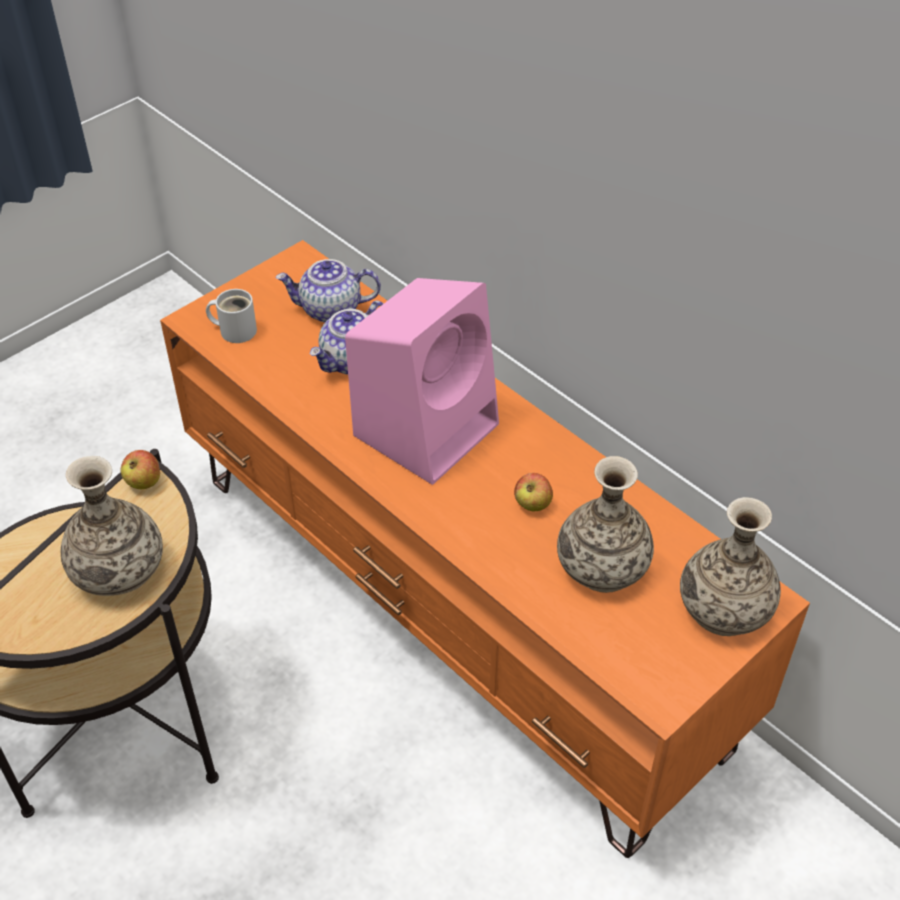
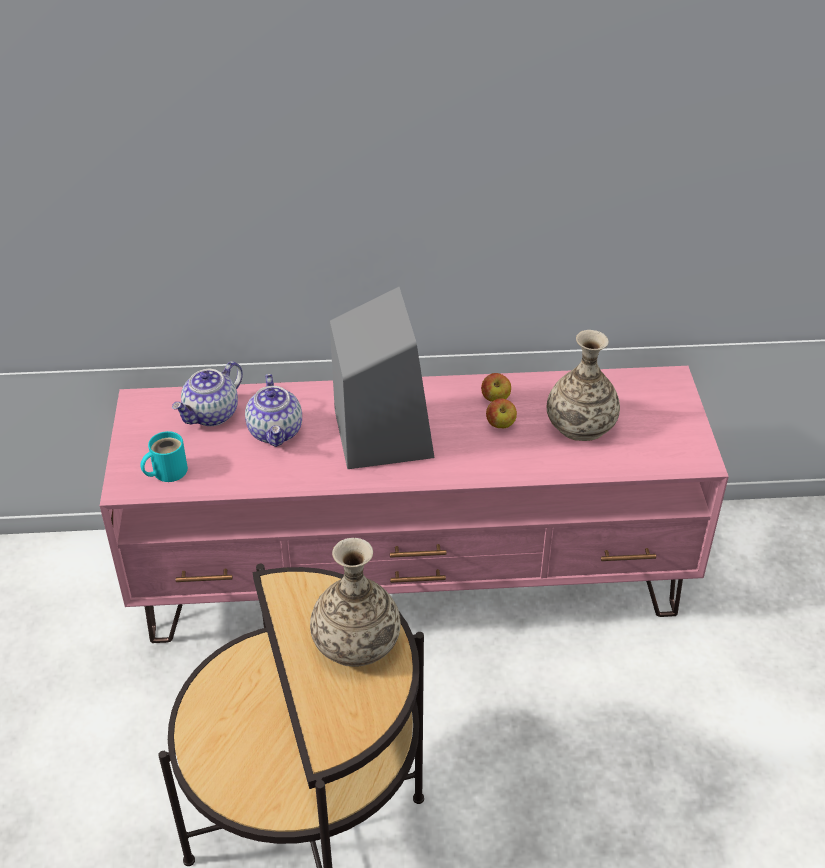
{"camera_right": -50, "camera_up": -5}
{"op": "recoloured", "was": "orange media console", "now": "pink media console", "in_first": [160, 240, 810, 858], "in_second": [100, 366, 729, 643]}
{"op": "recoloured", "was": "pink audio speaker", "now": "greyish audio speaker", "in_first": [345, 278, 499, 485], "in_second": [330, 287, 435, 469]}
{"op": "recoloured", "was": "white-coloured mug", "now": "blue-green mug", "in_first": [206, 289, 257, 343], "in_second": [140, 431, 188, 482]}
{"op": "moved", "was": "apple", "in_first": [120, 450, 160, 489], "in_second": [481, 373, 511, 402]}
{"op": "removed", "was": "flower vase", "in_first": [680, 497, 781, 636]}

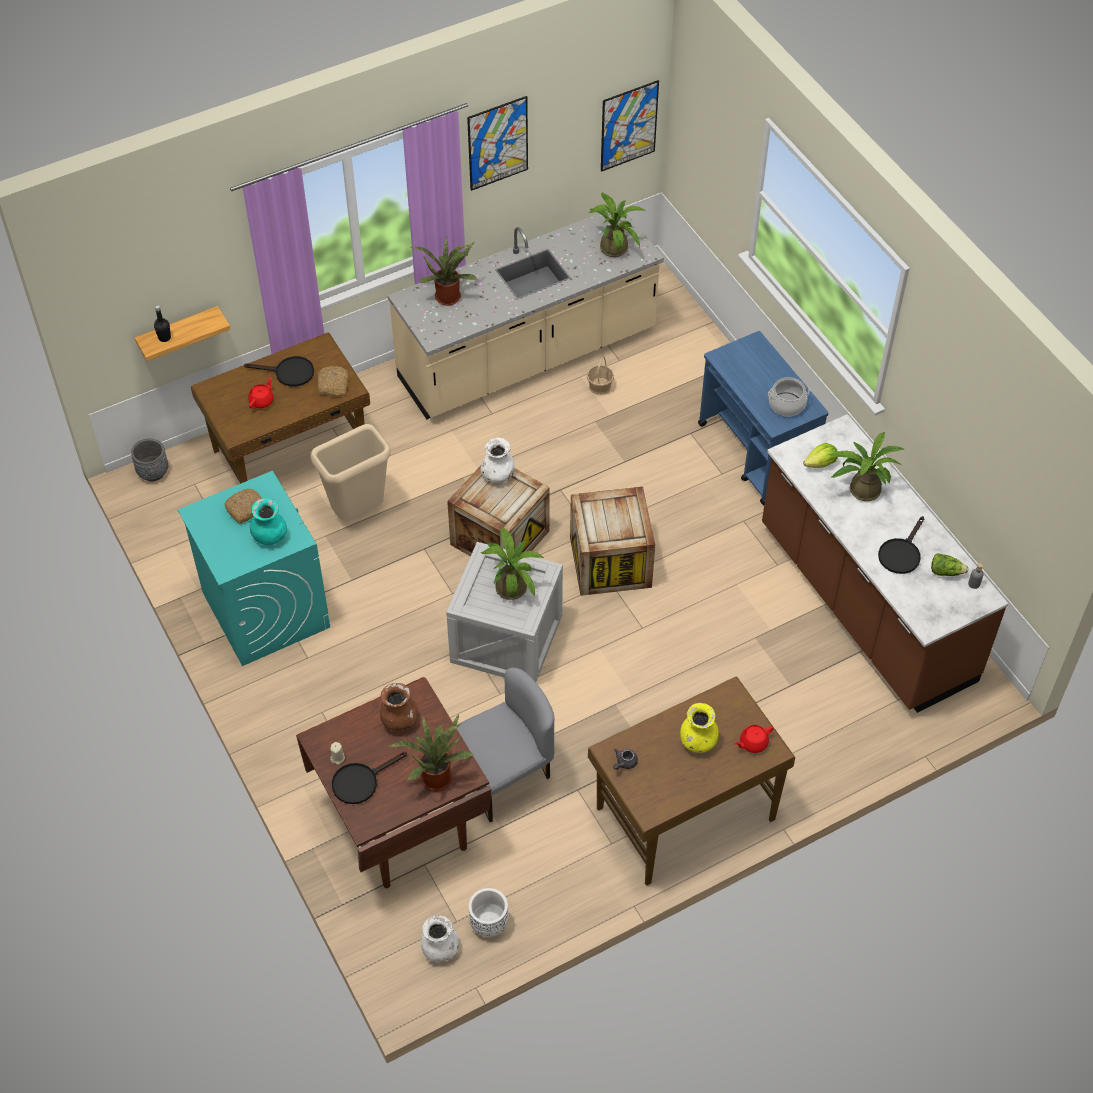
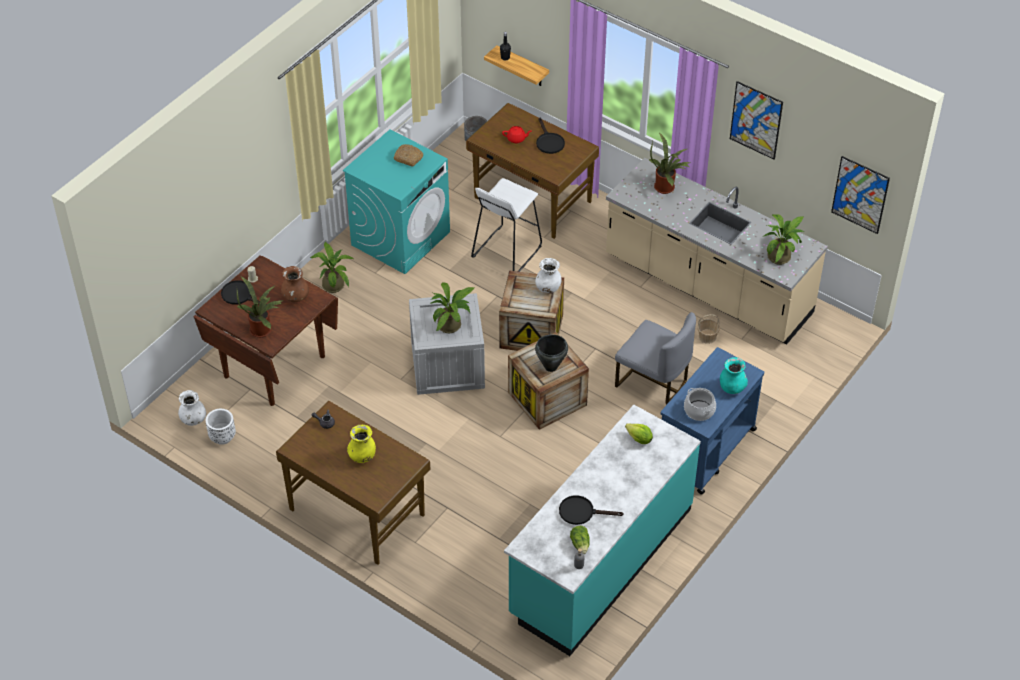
{"camera_right": 65, "camera_up": -5}
{"op": "removed", "was": "bread", "in_first": [318, 366, 348, 396]}
{"op": "recoloured", "was": "brown-coloured kitchen counter", "now": "blue-green kitchen counter", "in_first": [762, 414, 1008, 713], "in_second": [504, 405, 701, 656]}
{"op": "replaced", "was": "beige-coloured rubbish bin", "now": "white-coloured stool", "in_first": [311, 424, 391, 520], "in_second": [471, 178, 542, 272]}
{"op": "moved", "was": "houseplant", "in_first": [829, 432, 904, 501], "in_second": [310, 242, 354, 293]}
{"op": "moved", "was": "blue-green flower vase", "in_first": [250, 498, 287, 545], "in_second": [720, 357, 748, 394]}
{"op": "moved", "was": "greyish upright chair", "in_first": [457, 668, 555, 822], "in_second": [615, 312, 696, 404]}
{"op": "removed", "was": "red tea pot", "in_first": [735, 725, 774, 753]}
{"op": "added", "now": "black-coloured saucepot", "in_second": [535, 334, 568, 372]}

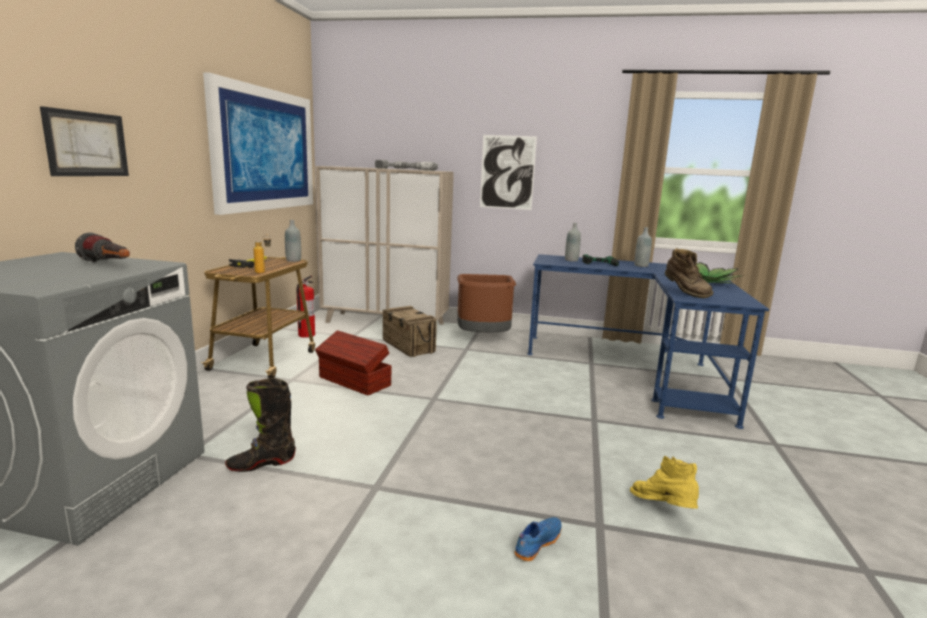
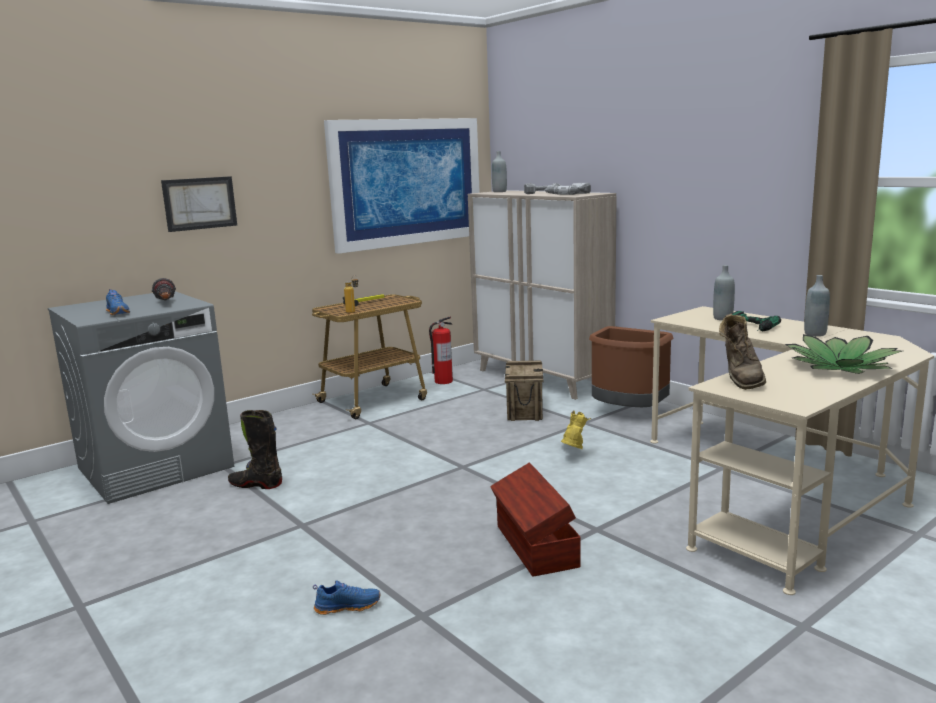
{"camera_right": 40, "camera_up": 0}
{"op": "removed", "was": "picture", "in_first": [480, 135, 537, 210]}
{"op": "moved", "was": "greyish beverage bottle", "in_first": [285, 220, 301, 262], "in_second": [492, 151, 507, 192]}
{"op": "recoloured", "was": "blue-coloured desk table", "now": "beige-coloured desk table", "in_first": [527, 254, 769, 429], "in_second": [650, 306, 934, 595]}
{"op": "moved", "was": "brown-coloured storage container", "in_first": [315, 330, 391, 396], "in_second": [490, 462, 581, 577]}
{"op": "moved", "was": "yellow boot", "in_first": [630, 456, 699, 508], "in_second": [561, 411, 591, 449]}
{"op": "added", "now": "blue-coloured low shoe", "in_second": [106, 289, 130, 315]}

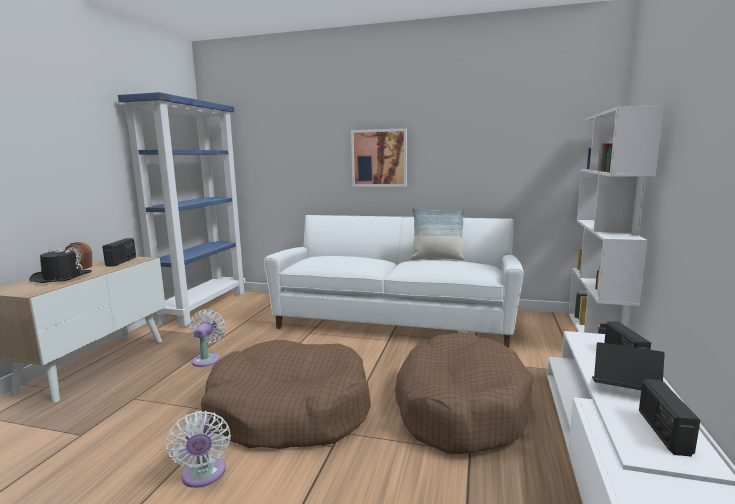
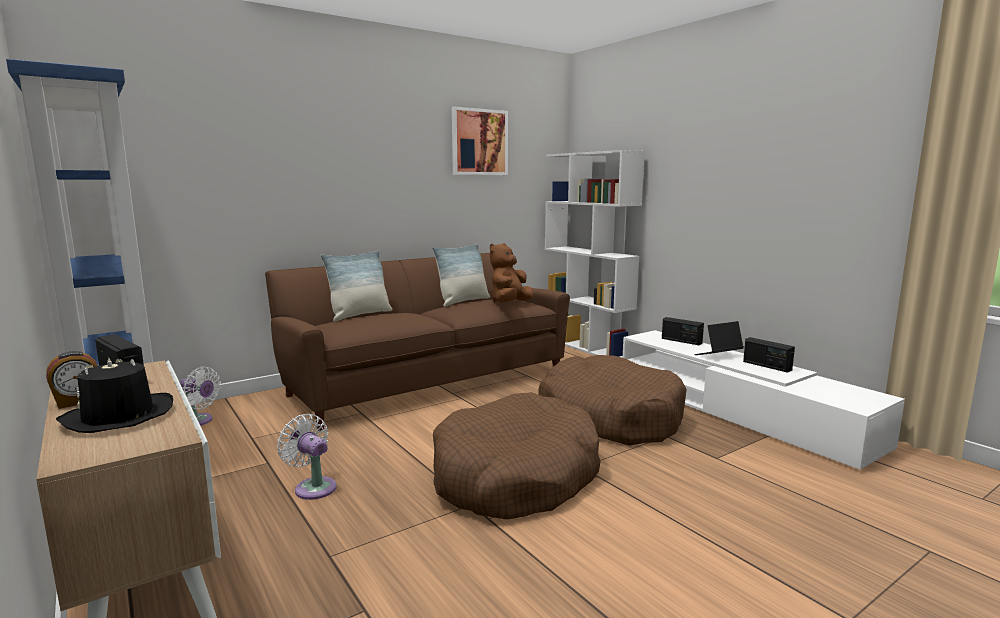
{"camera_right": -50, "camera_up": 0}
{"op": "moved", "was": "picture", "in_first": [351, 128, 407, 187], "in_second": [452, 107, 508, 175]}
{"op": "recoloured", "was": "white-coloured sofa", "now": "brown-coloured sofa", "in_first": [264, 215, 524, 348], "in_second": [265, 253, 570, 431]}
{"op": "moved", "was": "white-coloured fan", "in_first": [165, 411, 231, 488], "in_second": [179, 366, 221, 426]}
{"op": "added", "now": "brown-coloured plush toy", "in_second": [490, 243, 533, 302]}
{"op": "added", "now": "throw pillow", "in_second": [321, 250, 392, 322]}

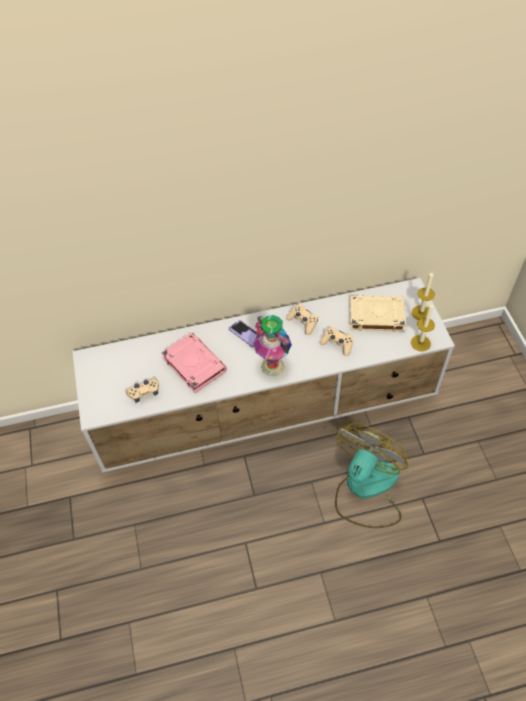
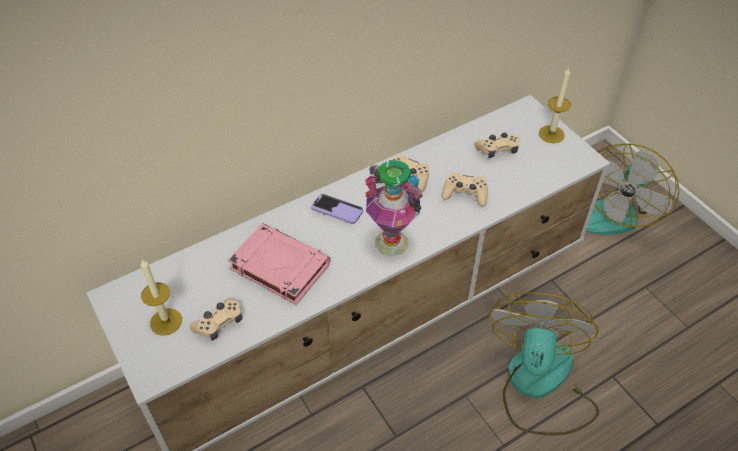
{"camera_right": -20, "camera_up": -5}
{"op": "replaced", "was": "beige-coloured book", "now": "beige-coloured game controller", "in_first": [350, 295, 406, 332], "in_second": [475, 132, 520, 158]}
{"op": "moved", "was": "wax candle", "in_first": [411, 303, 435, 351], "in_second": [141, 259, 182, 336]}
{"op": "added", "now": "fan", "in_second": [586, 143, 679, 235]}

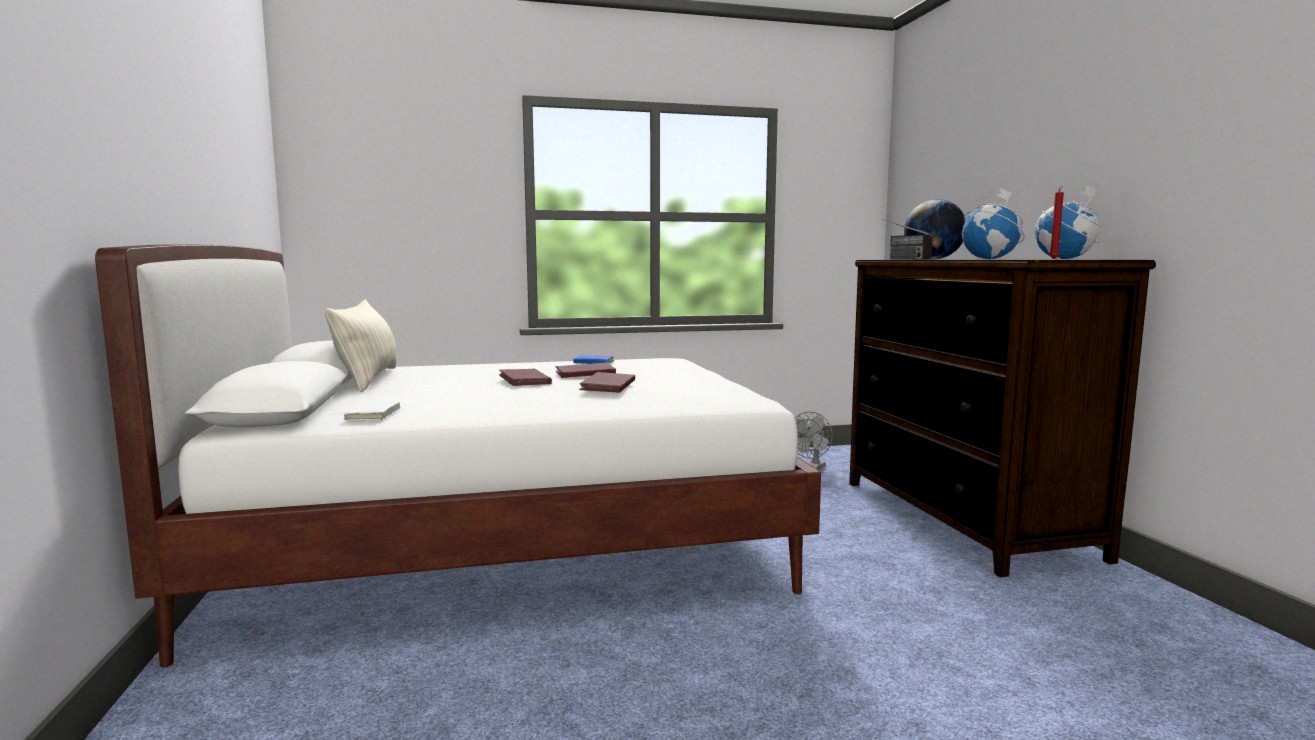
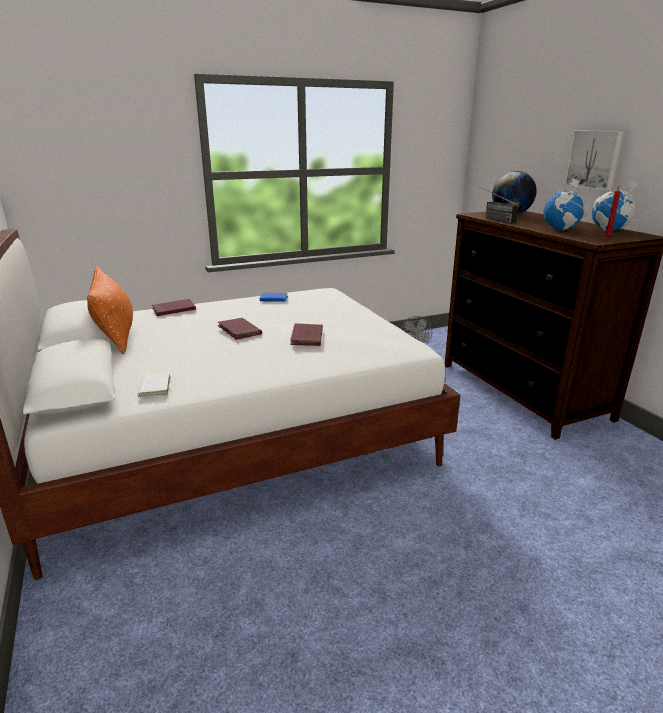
{"camera_right": -10, "camera_up": 15}
{"op": "recoloured", "was": "beige-coloured throw pillow", "now": "orange throw pillow", "in_first": [325, 300, 397, 392], "in_second": [87, 266, 133, 354]}
{"op": "moved", "was": "red book", "in_first": [555, 363, 616, 378], "in_second": [152, 299, 196, 316]}
{"op": "added", "now": "picture", "in_second": [564, 130, 624, 191]}

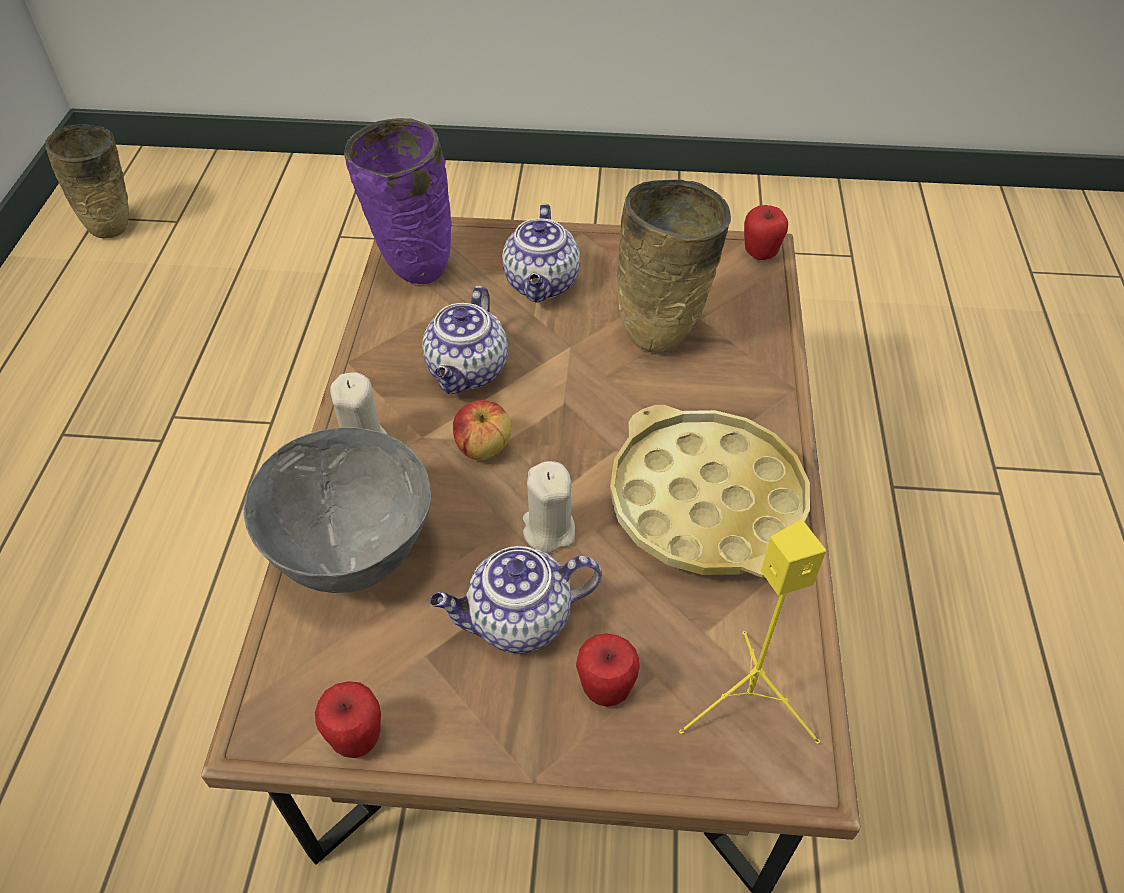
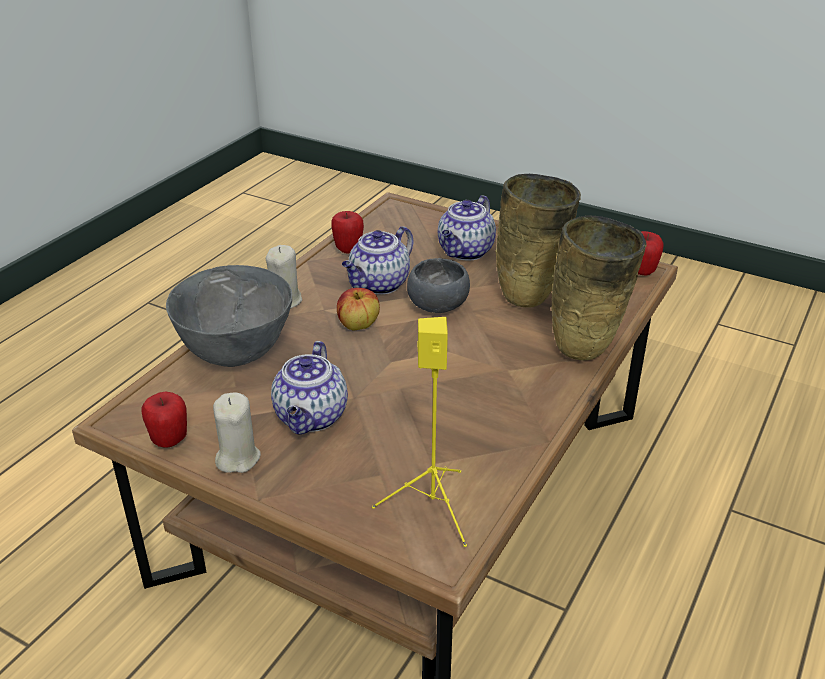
{"camera_right": 25, "camera_up": -15}
{"op": "removed", "was": "purple-coloured flower vase", "in_first": [344, 118, 451, 284]}
{"op": "moved", "was": "beige-coloured flower vase", "in_first": [45, 124, 129, 238], "in_second": [552, 215, 647, 361]}
{"op": "removed", "was": "yellow tray", "in_first": [610, 405, 810, 578]}
{"op": "moved", "was": "beige-coloured wax candle", "in_first": [523, 461, 575, 553], "in_second": [213, 393, 261, 473]}
{"op": "turned", "was": "tea pot", "in_first": [430, 546, 602, 653], "in_second": [271, 341, 348, 435], "clockwise": -90}
{"op": "moved", "was": "apple", "in_first": [576, 633, 640, 707], "in_second": [331, 211, 364, 254]}
{"op": "added", "now": "greyish serving bowl", "in_second": [407, 258, 470, 313]}

